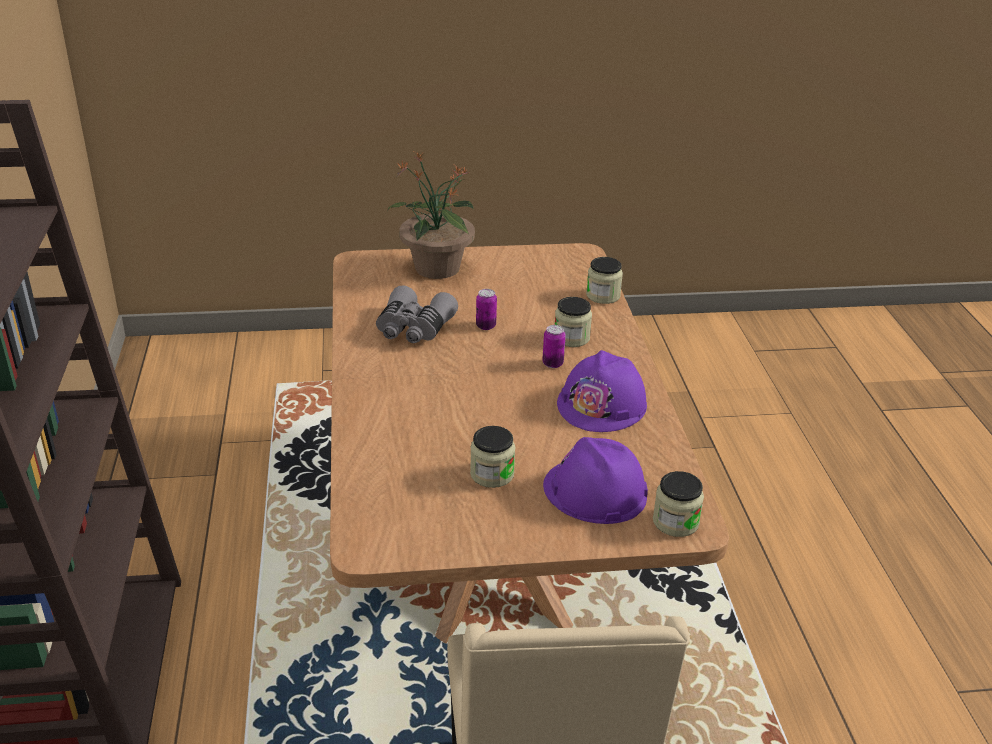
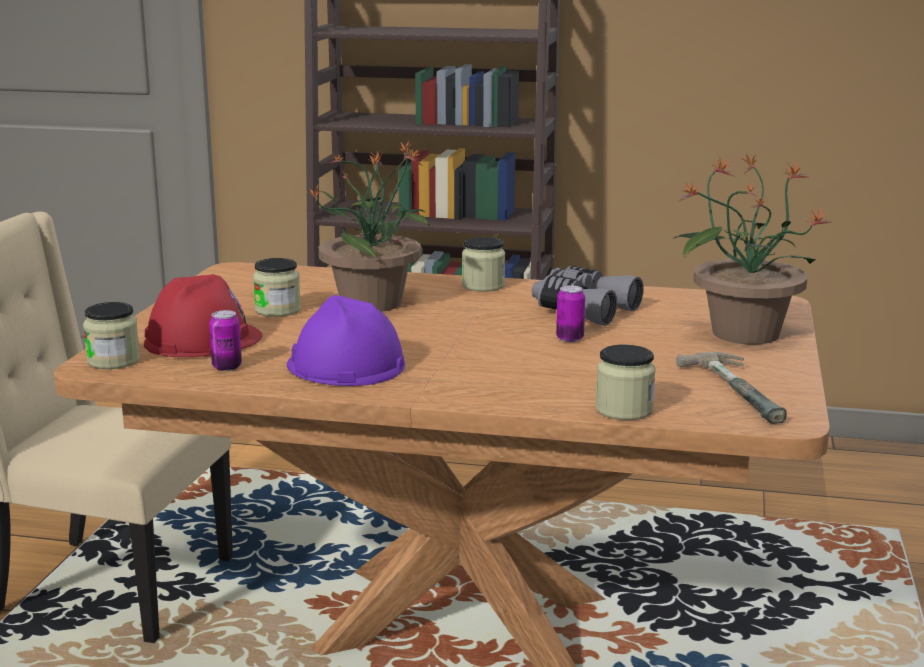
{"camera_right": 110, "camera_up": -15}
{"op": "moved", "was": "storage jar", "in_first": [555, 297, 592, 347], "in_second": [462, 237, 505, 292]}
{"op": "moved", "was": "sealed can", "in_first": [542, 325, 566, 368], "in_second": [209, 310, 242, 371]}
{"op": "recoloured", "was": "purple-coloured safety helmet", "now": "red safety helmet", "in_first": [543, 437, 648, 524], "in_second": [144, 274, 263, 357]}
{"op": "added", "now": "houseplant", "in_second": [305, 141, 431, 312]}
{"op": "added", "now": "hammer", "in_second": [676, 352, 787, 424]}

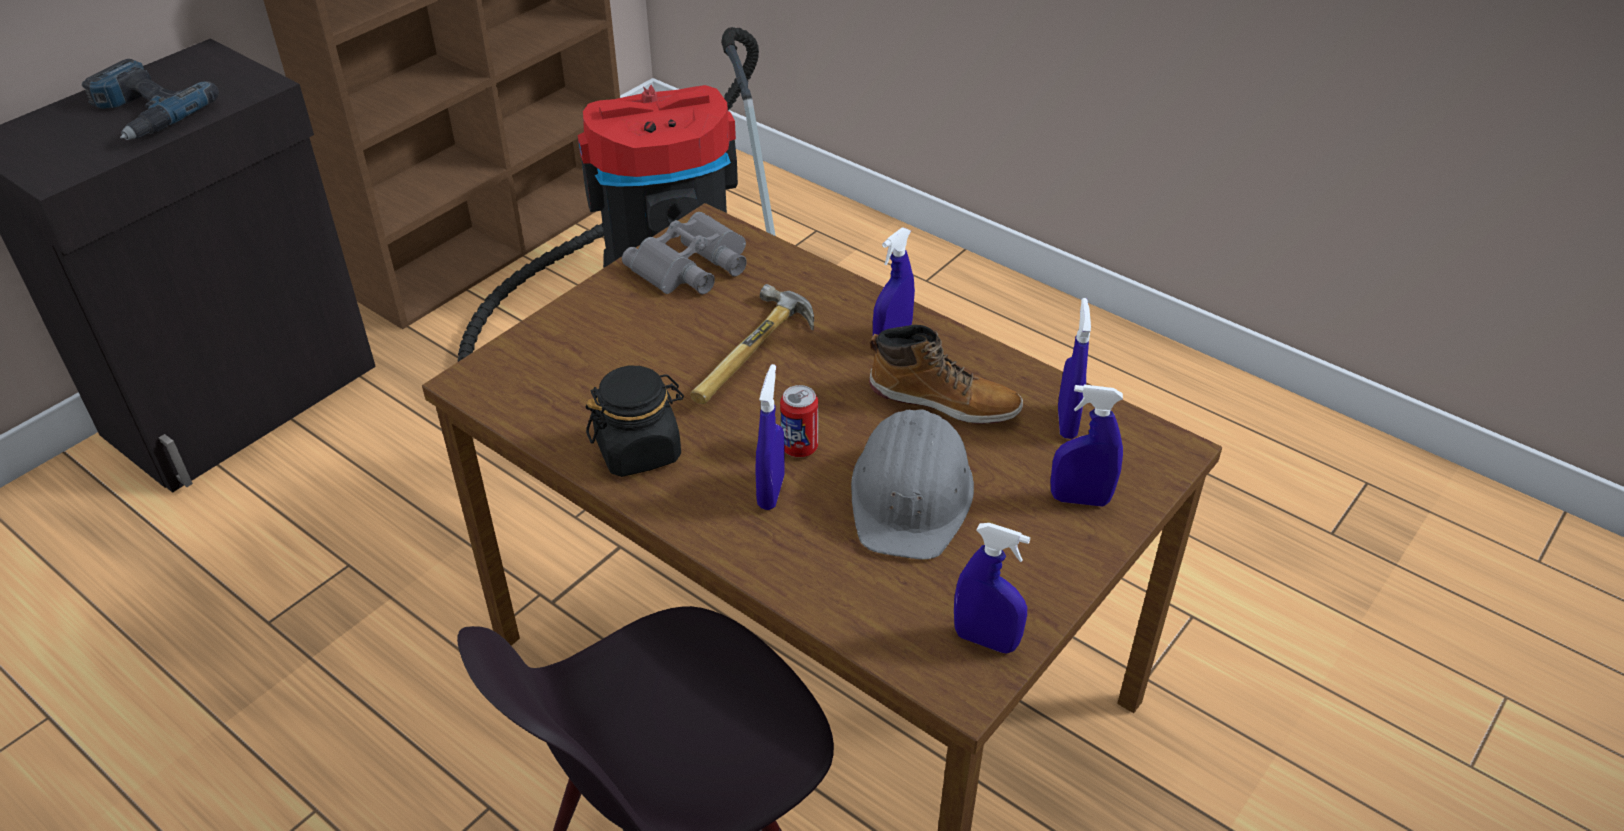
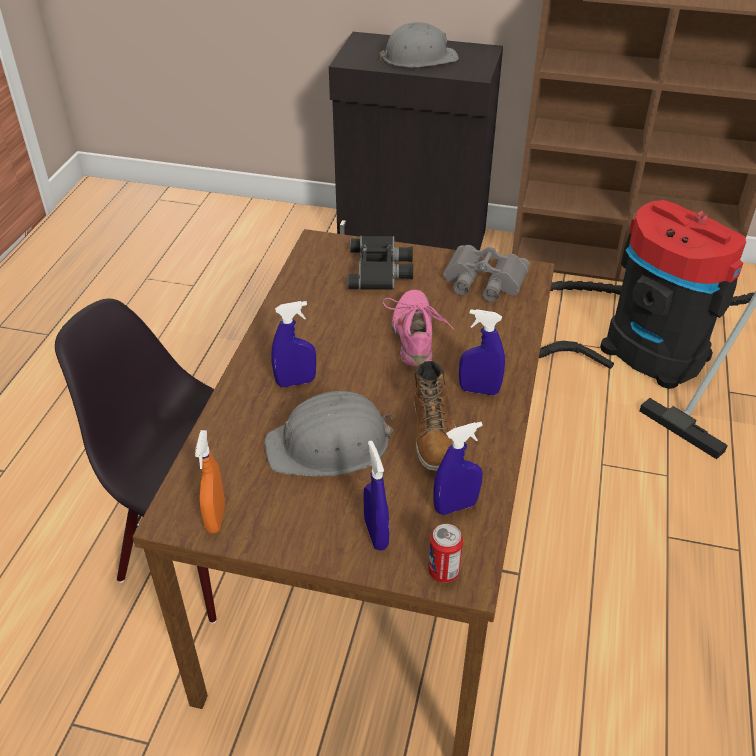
{"camera_right": 65, "camera_up": 0}
{"op": "replaced", "was": "electric drill", "now": "greyish safety helmet", "in_first": [82, 59, 219, 140], "in_second": [379, 22, 459, 67]}
{"op": "replaced", "was": "hammer", "now": "pink low shoe", "in_first": [690, 284, 814, 404], "in_second": [382, 290, 454, 368]}
{"op": "removed", "was": "black-coloured storage jar", "in_first": [586, 366, 684, 477]}
{"op": "moved", "was": "sealed can", "in_first": [780, 385, 818, 457], "in_second": [428, 524, 463, 583]}
{"op": "recoloured", "was": "blue-coloured sprayer", "now": "orange sprayer", "in_first": [954, 523, 1030, 654], "in_second": [195, 430, 225, 534]}
{"op": "added", "now": "black-coloured pair of binoculars", "in_second": [348, 236, 413, 290]}

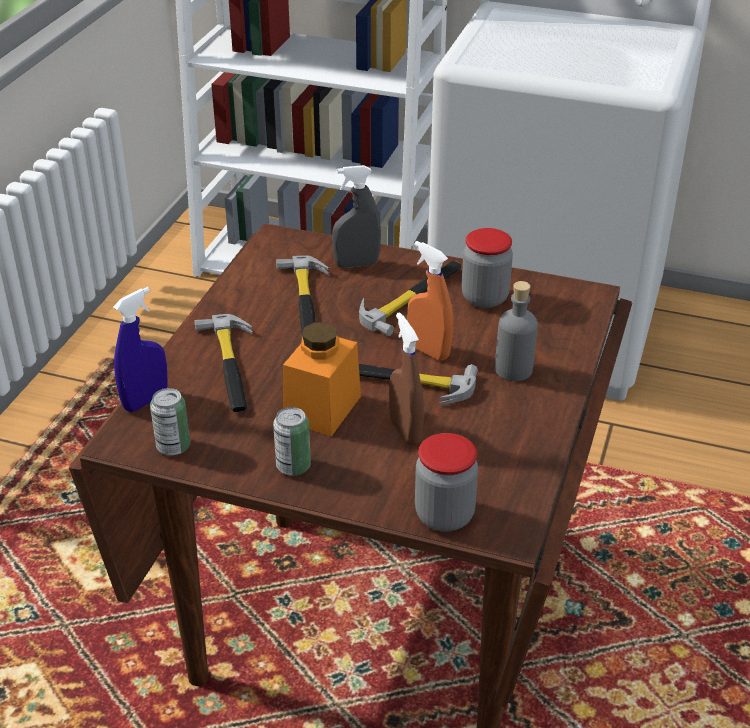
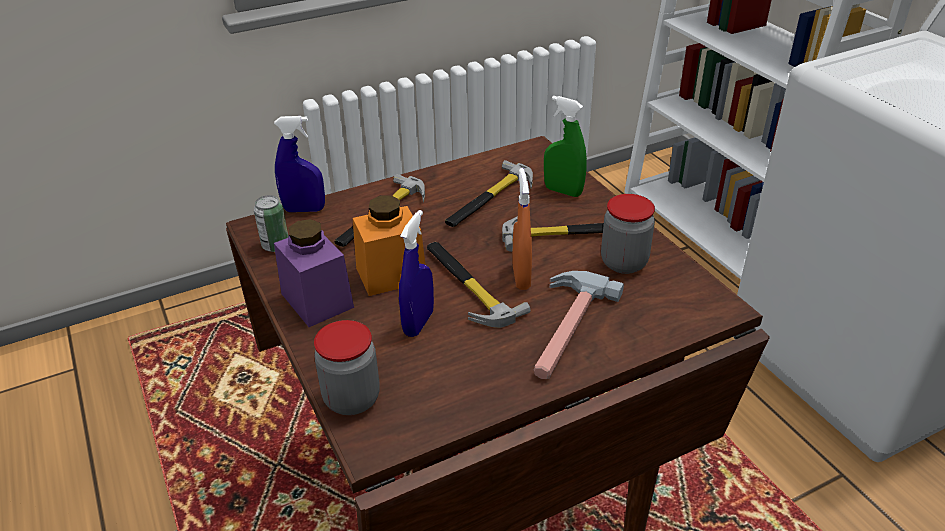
{"camera_right": 45, "camera_up": 0}
{"op": "recoloured", "was": "greyish sprayer", "now": "greenish sprayer", "in_first": [332, 165, 381, 268], "in_second": [544, 96, 587, 197]}
{"op": "replaced", "was": "greyish beverage bottle", "now": "hammer", "in_first": [495, 281, 538, 381], "in_second": [534, 271, 624, 379]}
{"op": "recoloured", "was": "brown-coloured sprayer", "now": "blue-coloured sprayer", "in_first": [389, 312, 424, 446], "in_second": [399, 210, 434, 337]}
{"op": "replaced", "was": "sealed can", "now": "purple-coloured storage jar", "in_first": [273, 407, 311, 476], "in_second": [274, 219, 354, 327]}

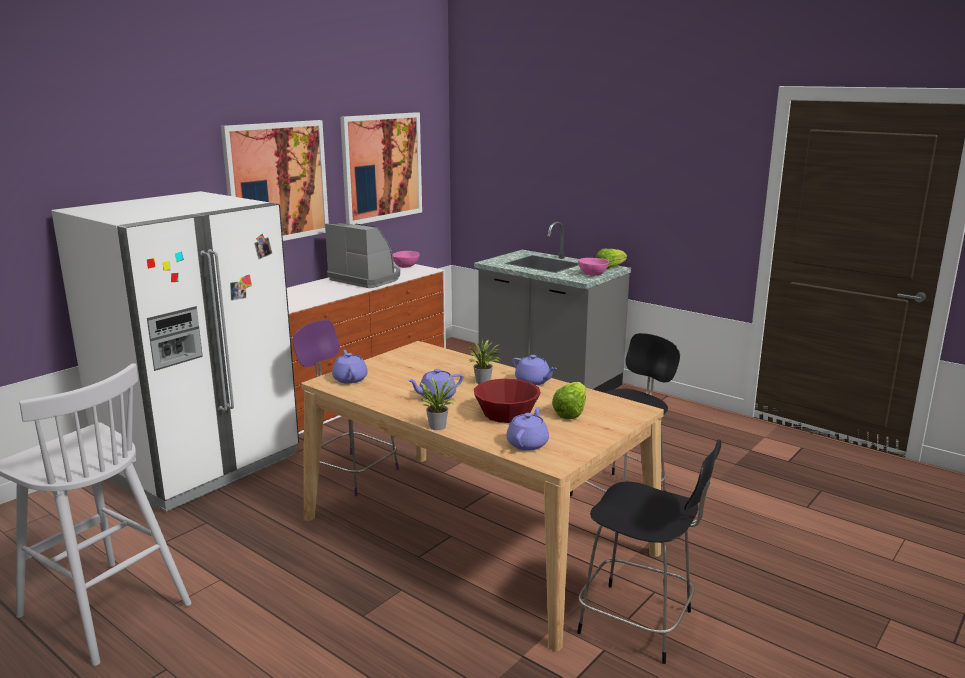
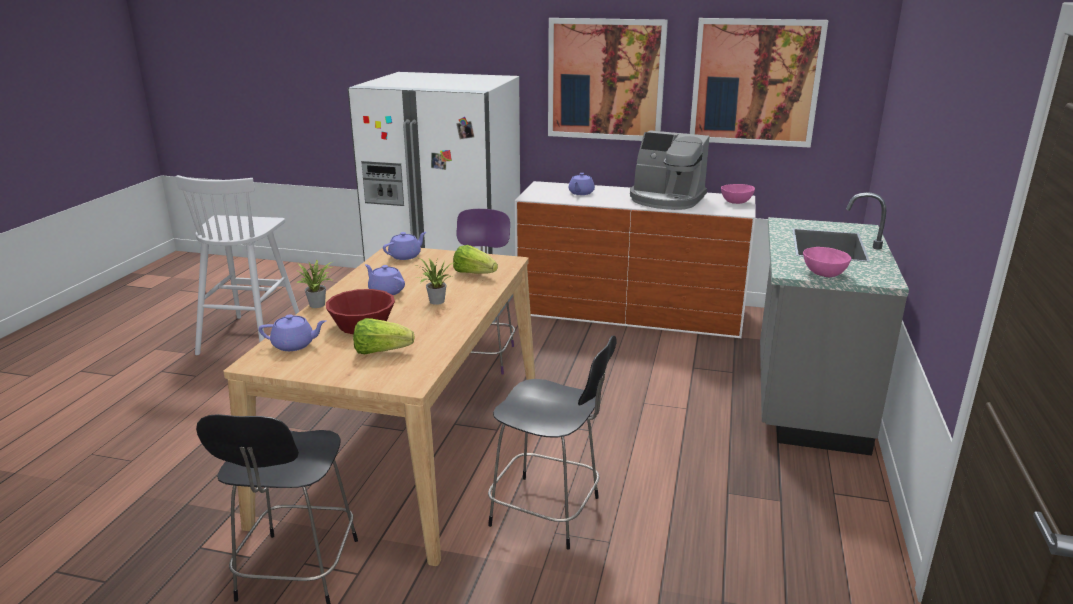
{"camera_right": 65, "camera_up": 5}
{"op": "turned", "was": "coffee brewer", "in_first": [325, 223, 400, 288], "in_second": [630, 130, 709, 210], "clockwise": 105}
{"op": "moved", "was": "lettuce head", "in_first": [596, 249, 627, 269], "in_second": [453, 245, 498, 274]}
{"op": "moved", "was": "purple-coloured tea pot", "in_first": [513, 355, 557, 385], "in_second": [568, 173, 595, 195]}

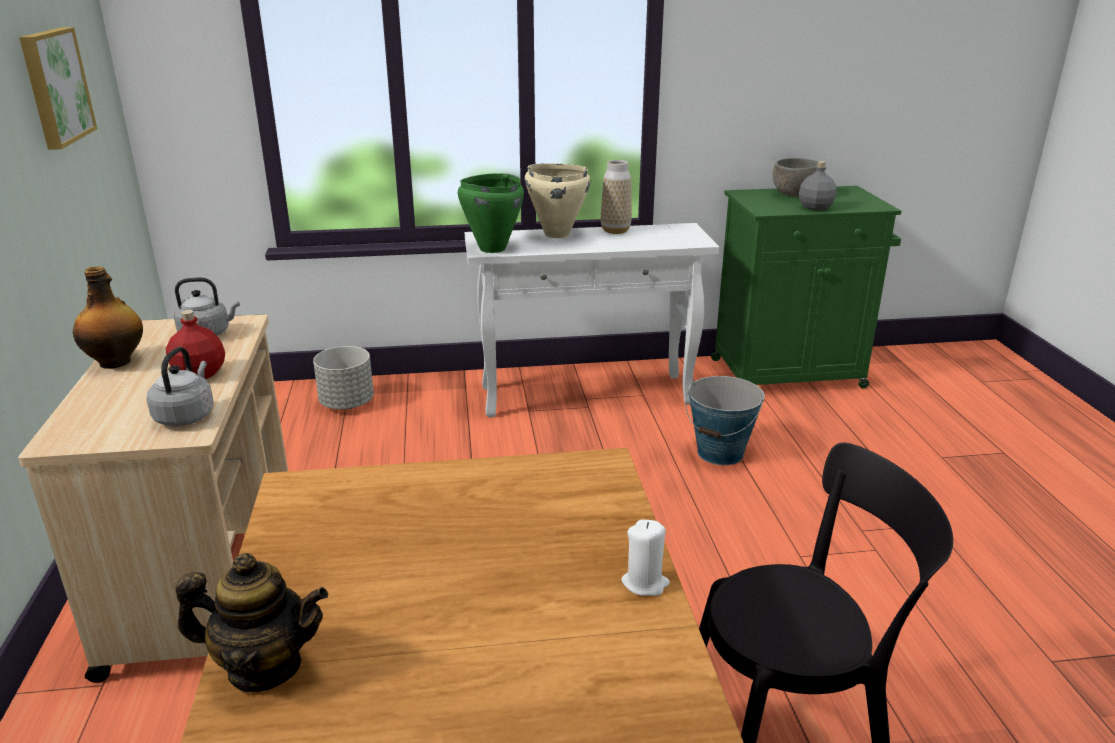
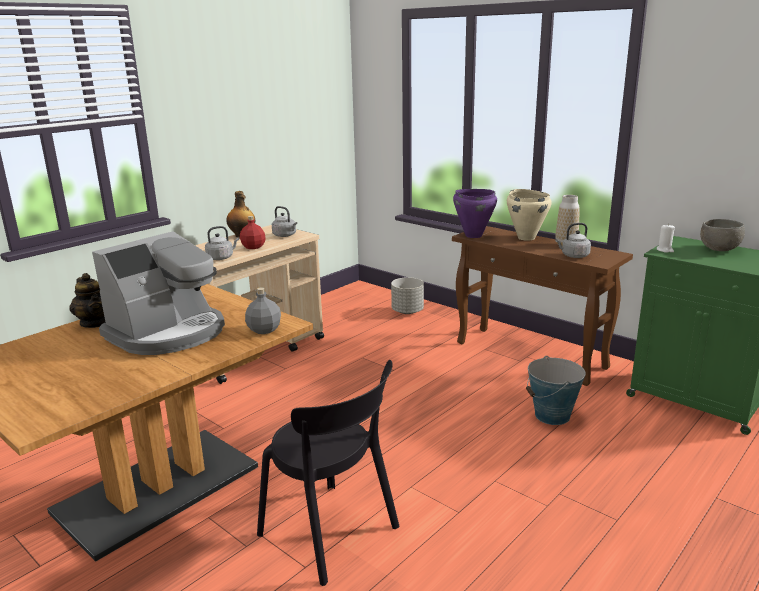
{"camera_right": 50, "camera_up": -5}
{"op": "removed", "was": "picture", "in_first": [19, 27, 97, 150]}
{"op": "moved", "was": "greyish beverage bottle", "in_first": [799, 161, 836, 210], "in_second": [245, 287, 281, 334]}
{"op": "recoloured", "was": "greenish saucepot", "now": "purple-coloured saucepot", "in_first": [458, 173, 524, 253], "in_second": [453, 189, 497, 238]}
{"op": "recoloured", "was": "white-coloured narrow table", "now": "brown-coloured narrow table", "in_first": [465, 223, 719, 417], "in_second": [452, 226, 633, 386]}
{"op": "moved", "was": "white-coloured wax candle", "in_first": [621, 520, 670, 596], "in_second": [657, 224, 675, 253]}
{"op": "added", "now": "greyish water kettle", "in_second": [555, 223, 591, 258]}
{"op": "added", "now": "coffee brewer", "in_second": [92, 231, 225, 355]}

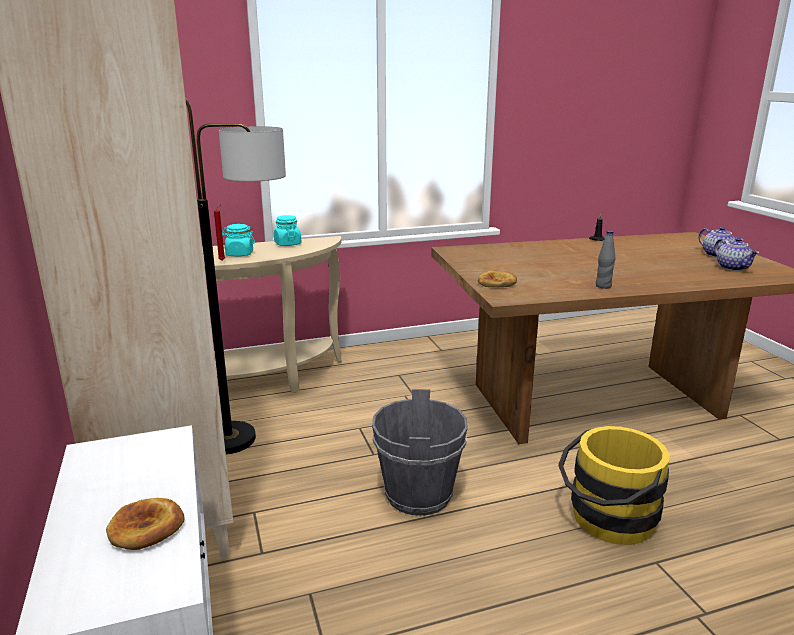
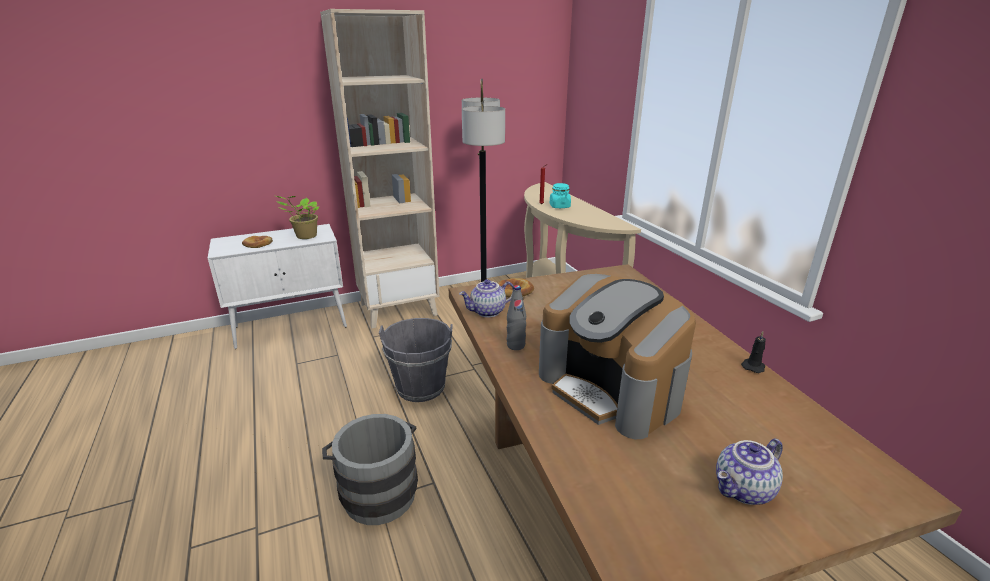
{"camera_right": 85, "camera_up": 5}
{"op": "removed", "was": "blue-green storage jar", "in_first": [274, 215, 302, 246]}
{"op": "moved", "was": "tea pot", "in_first": [714, 238, 759, 271], "in_second": [459, 279, 514, 317]}
{"op": "recoloured", "was": "yellow bucket", "now": "greyish bucket", "in_first": [558, 426, 670, 545], "in_second": [322, 414, 418, 525]}
{"op": "added", "now": "houseplant", "in_second": [276, 196, 319, 239]}
{"op": "added", "now": "coffee brewer", "in_second": [539, 274, 696, 440]}

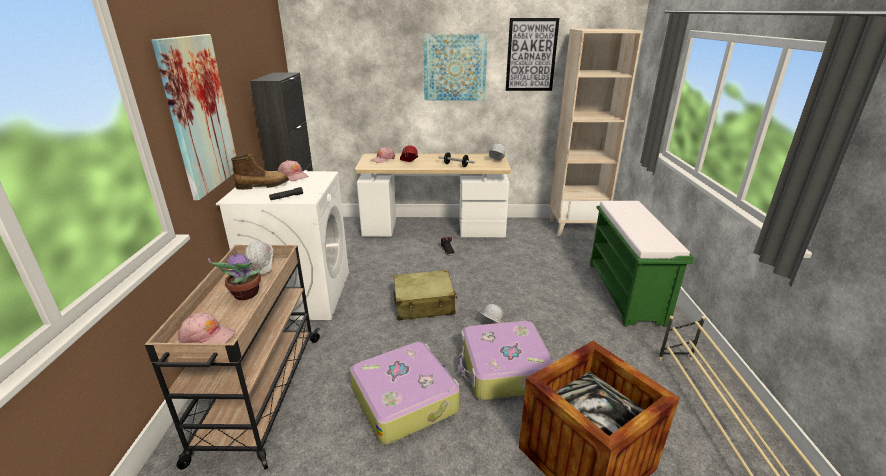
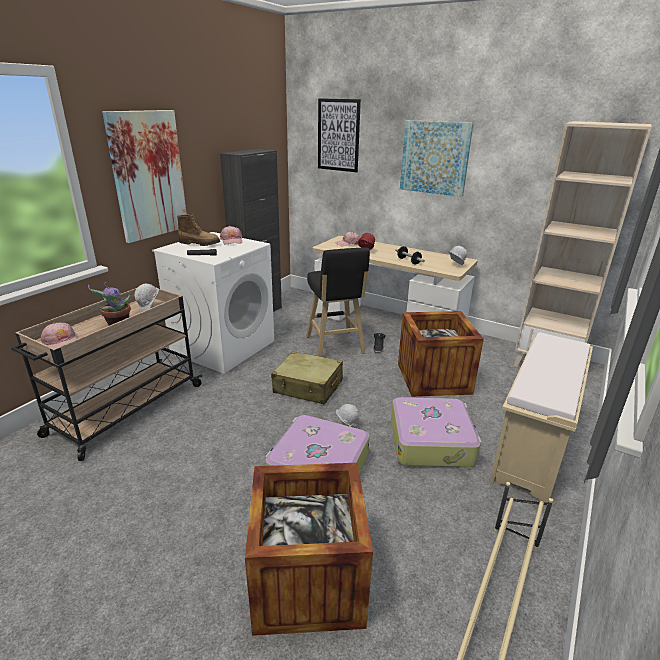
{"camera_right": 30, "camera_up": 0}
{"op": "moved", "was": "picture", "in_first": [506, 18, 560, 91], "in_second": [318, 98, 361, 172]}
{"op": "recoloured", "was": "greenish bench", "now": "beige-coloured bench", "in_first": [590, 201, 694, 327], "in_second": [490, 332, 593, 503]}
{"op": "moved", "was": "piece of luggage", "in_first": [350, 342, 459, 445], "in_second": [391, 397, 481, 467]}
{"op": "added", "now": "black-coloured stool", "in_second": [306, 248, 370, 357]}
{"op": "added", "now": "shipping crate", "in_second": [398, 311, 484, 397]}

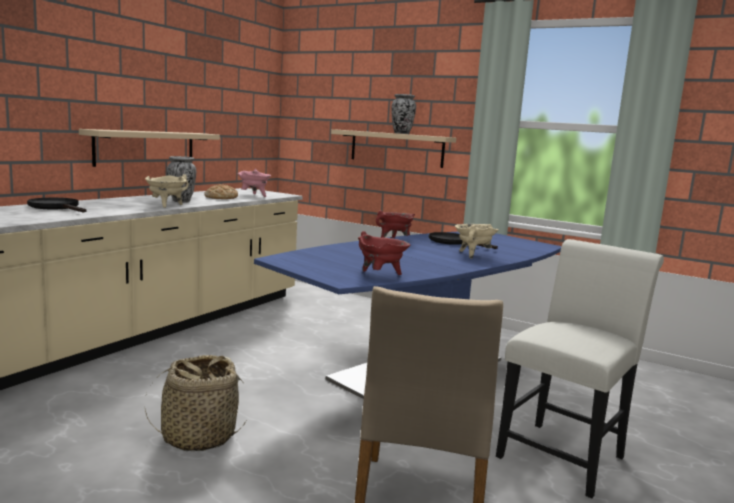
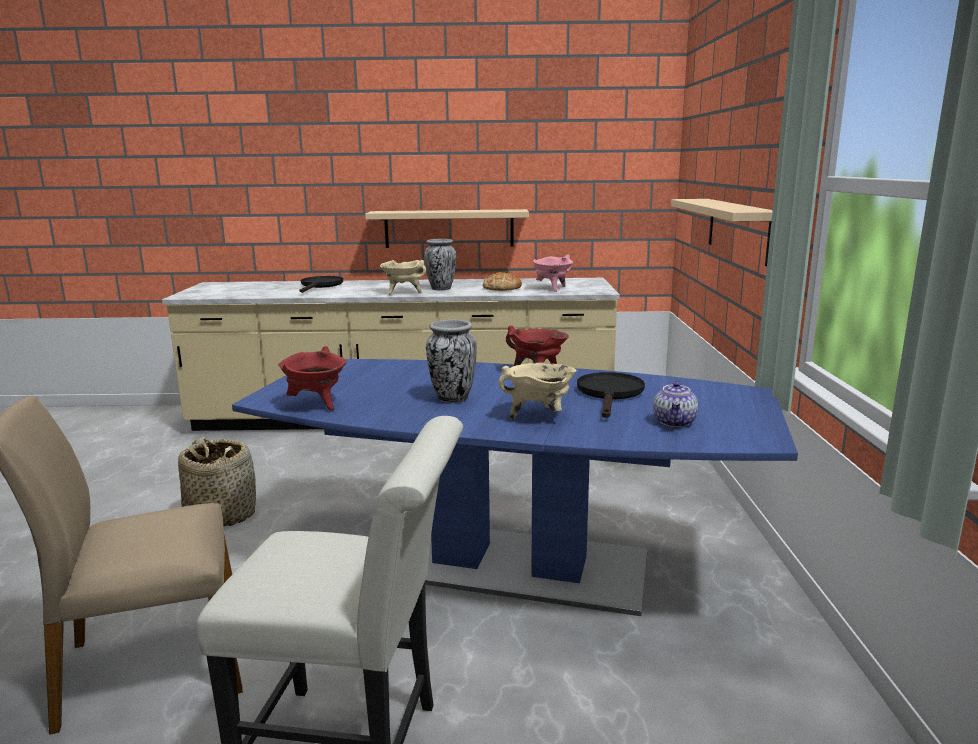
{"camera_right": 60, "camera_up": 5}
{"op": "moved", "was": "flower vase", "in_first": [391, 94, 416, 134], "in_second": [426, 319, 477, 403]}
{"op": "added", "now": "tea pot", "in_second": [653, 381, 698, 427]}

